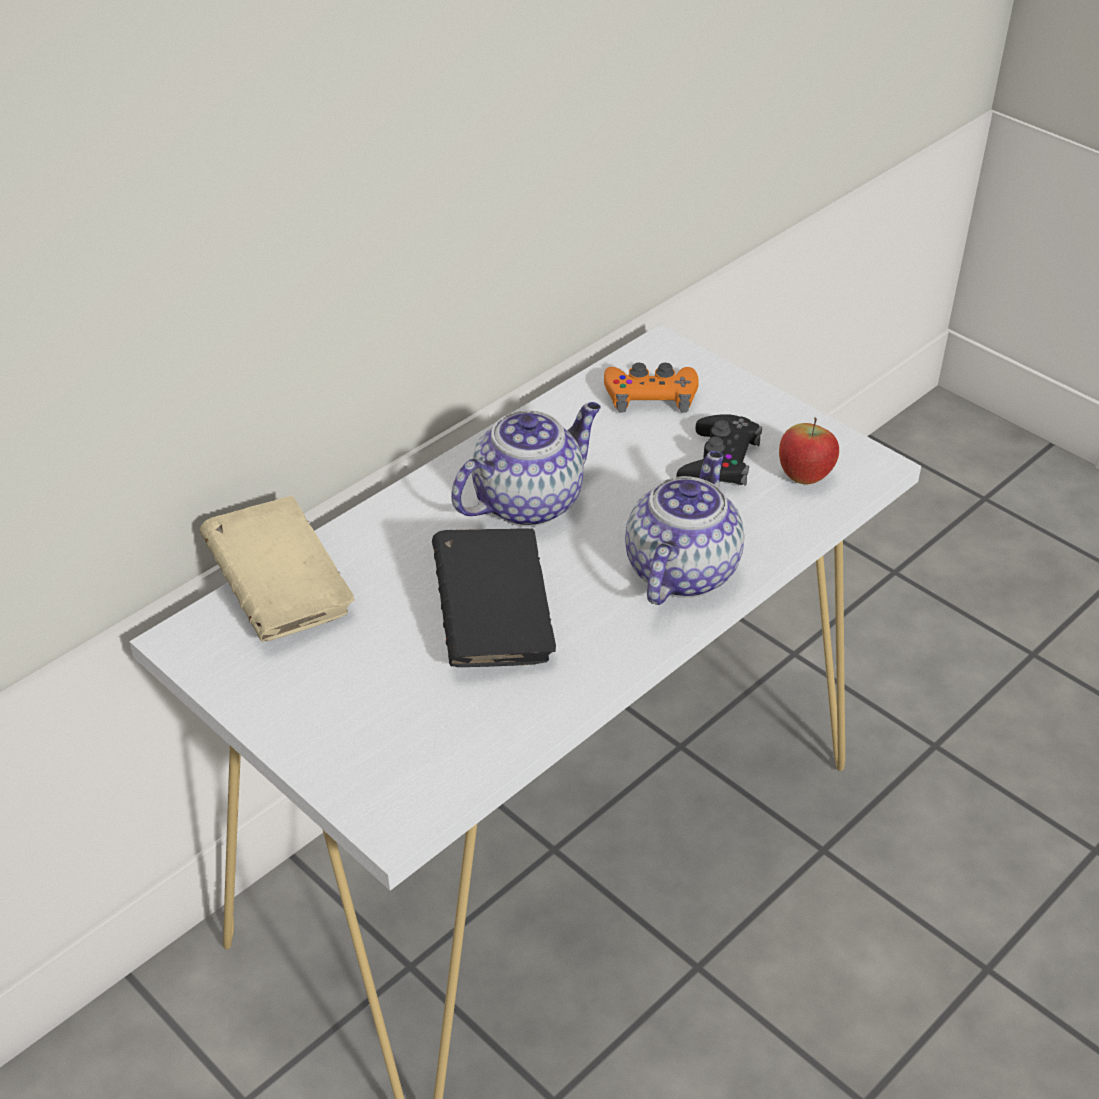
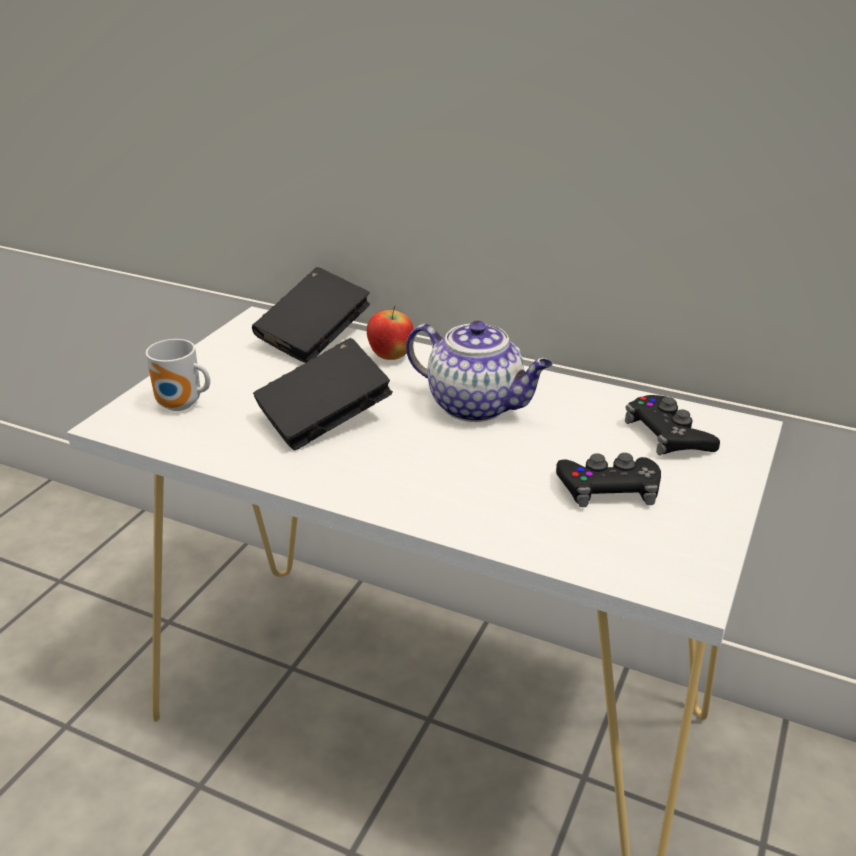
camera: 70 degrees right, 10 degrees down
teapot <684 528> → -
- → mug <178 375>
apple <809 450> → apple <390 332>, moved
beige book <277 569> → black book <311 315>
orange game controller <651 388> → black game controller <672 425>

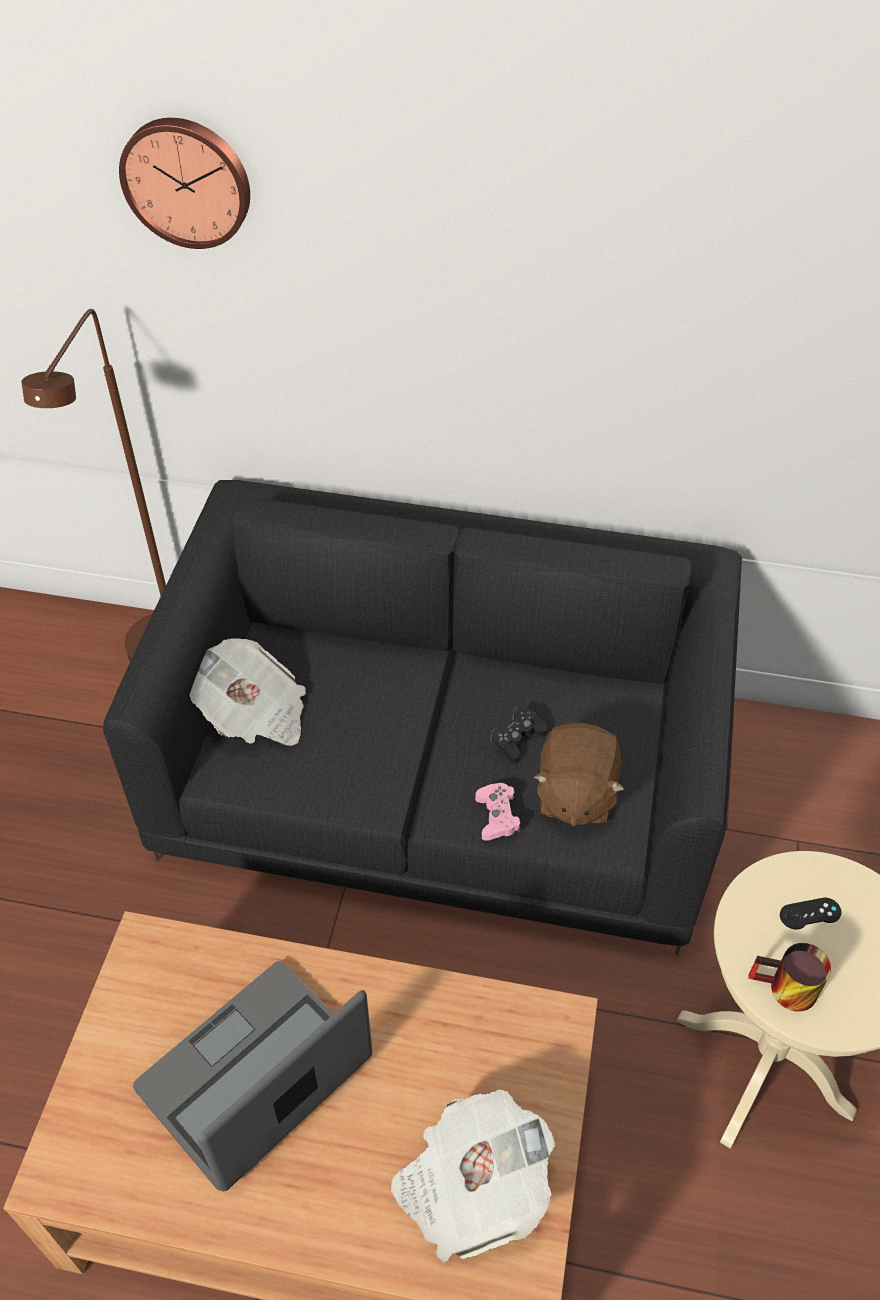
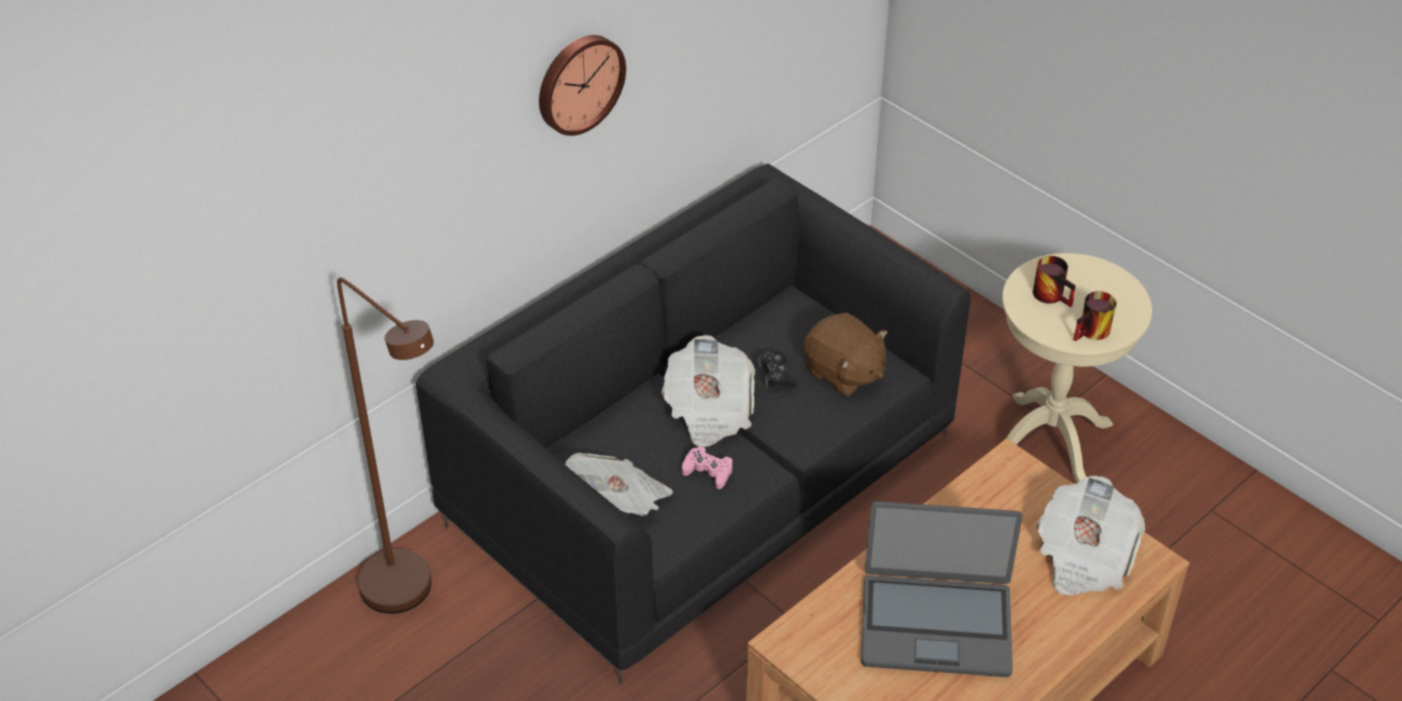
camera: 55 degrees left, 5 degrees down
- → newspaper <708 391>
wall clock <184 183> → wall clock <582 85>, moved
pink game controller <498 812> → pink game controller <707 467>, moved
black game controller <810 914> → mug <1054 281>
laptop <252 1076> → laptop <942 589>, 75 degrees counterclockwise

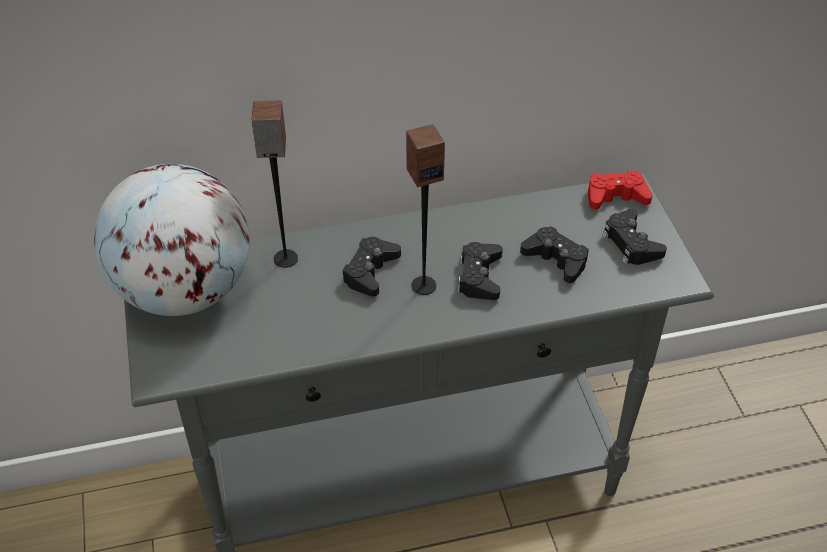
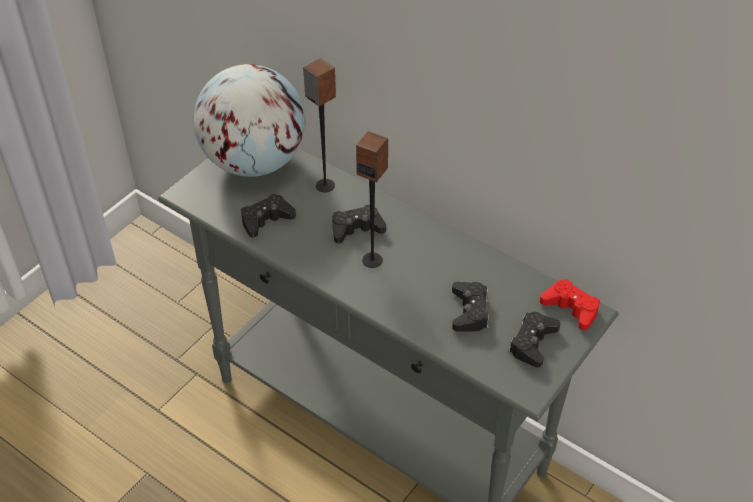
camera: 50 degrees right, 0 degrees up
black game controller <480 271> → black game controller <268 215>, moved

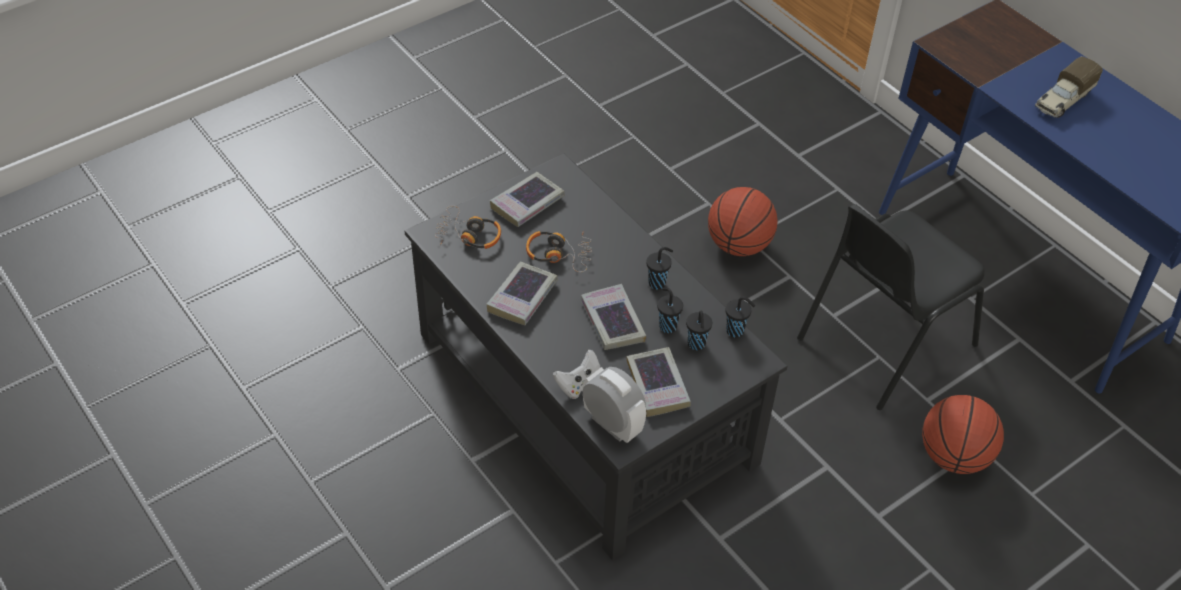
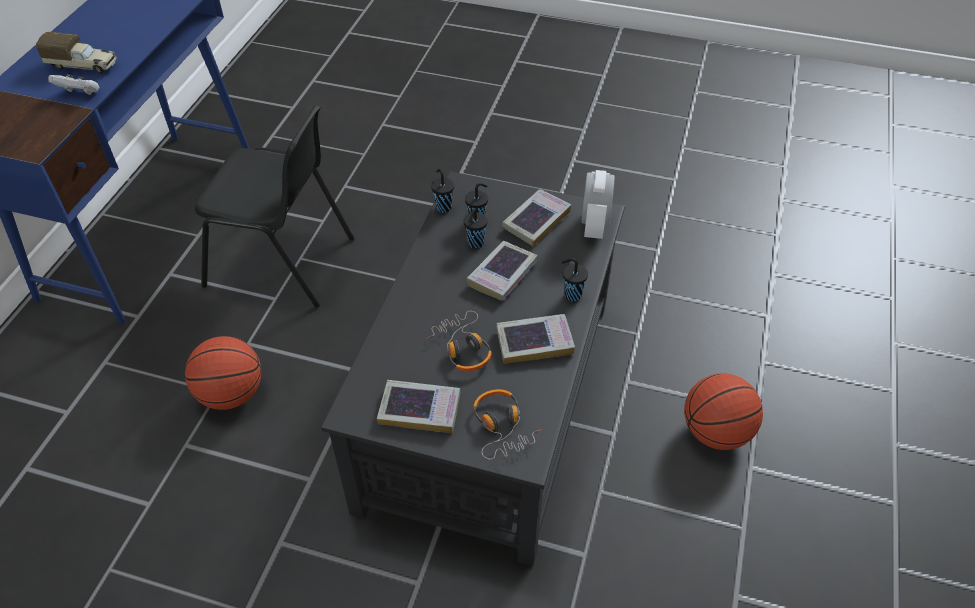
camera: 125 degrees left, 0 degrees up
white game controller <577 374> → white game controller <74 84>, moved
black cup <659 268> → black cup <575 279>, moved
basketball <963 434> → basketball <723 411>, moved

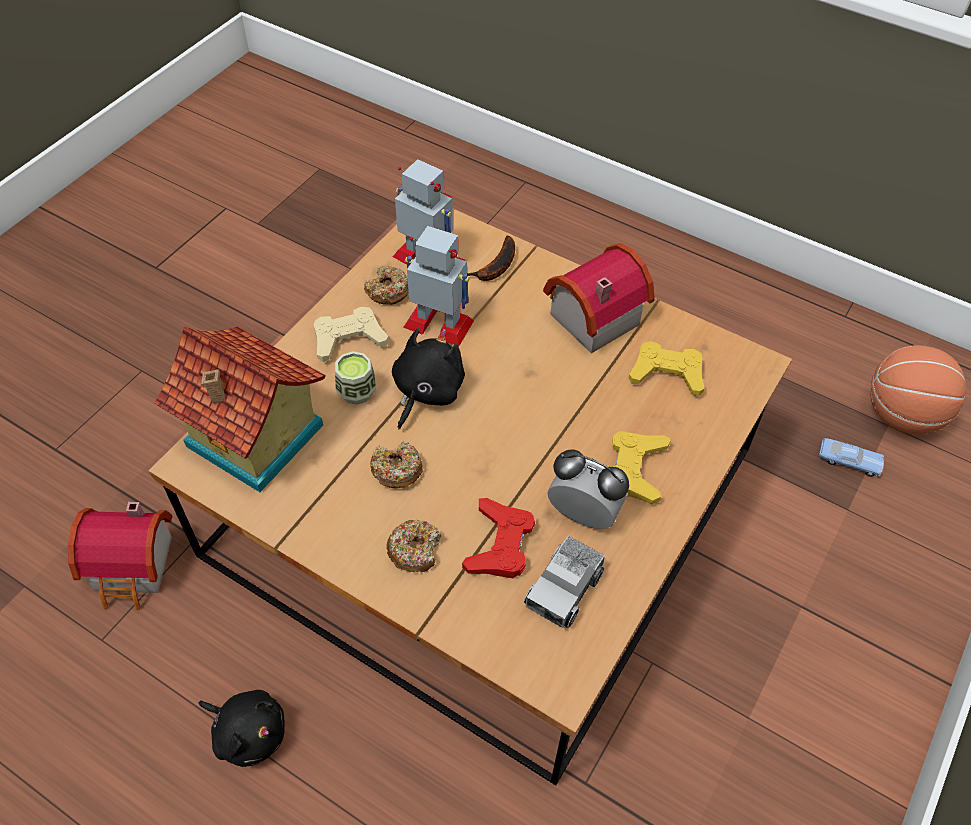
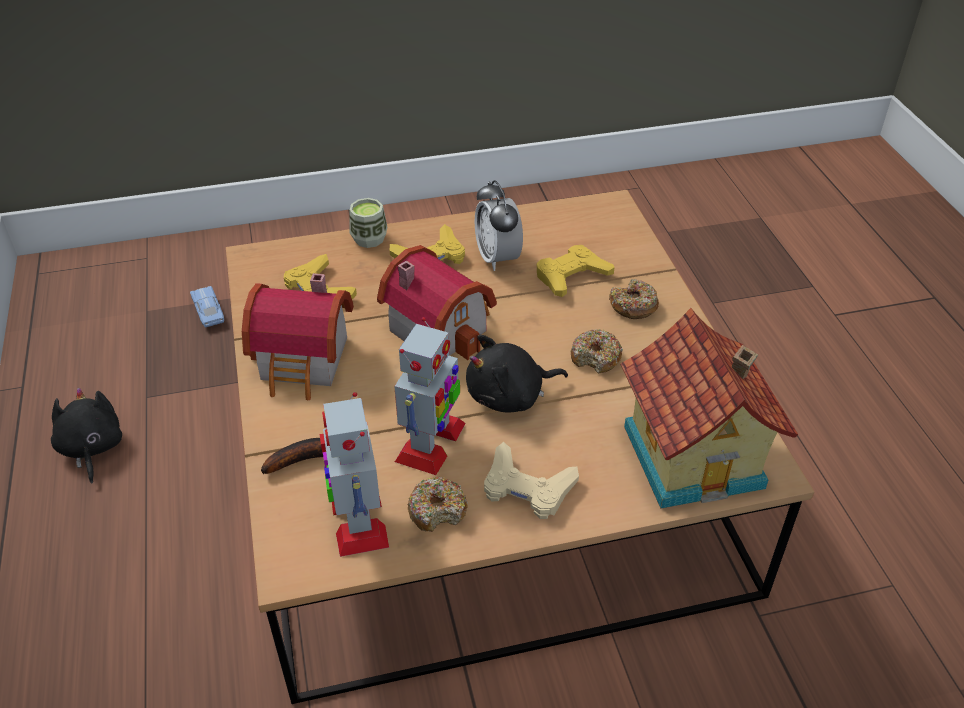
camera: 135 degrees left, 10 degrees down
toy truck <564 582> → -
basketball <918 389> → -
toy house <120 556> → toy house <437 302>, moved
black plush toy <242 728> → black plush toy <86 435>, moved
cup <355 378> → cup <368 223>, moved
red game controller <498 538> → yellow game controller <575 271>
toy robot <438 286> → toy robot <430 396>, 135 degrees counterclockwise

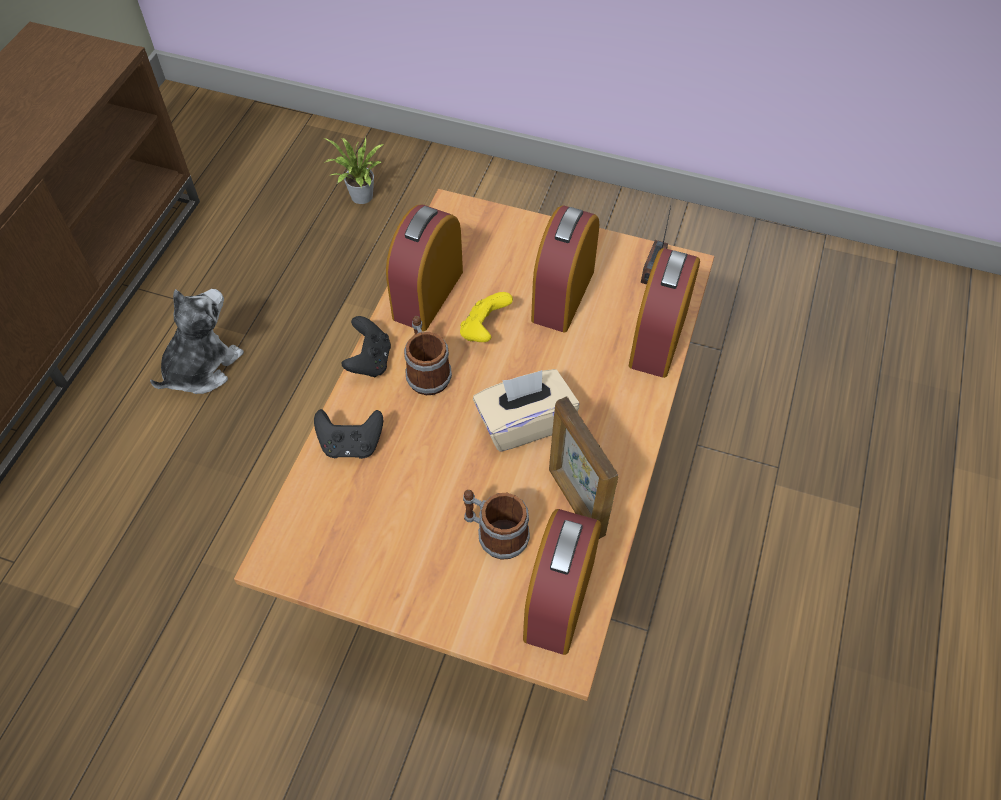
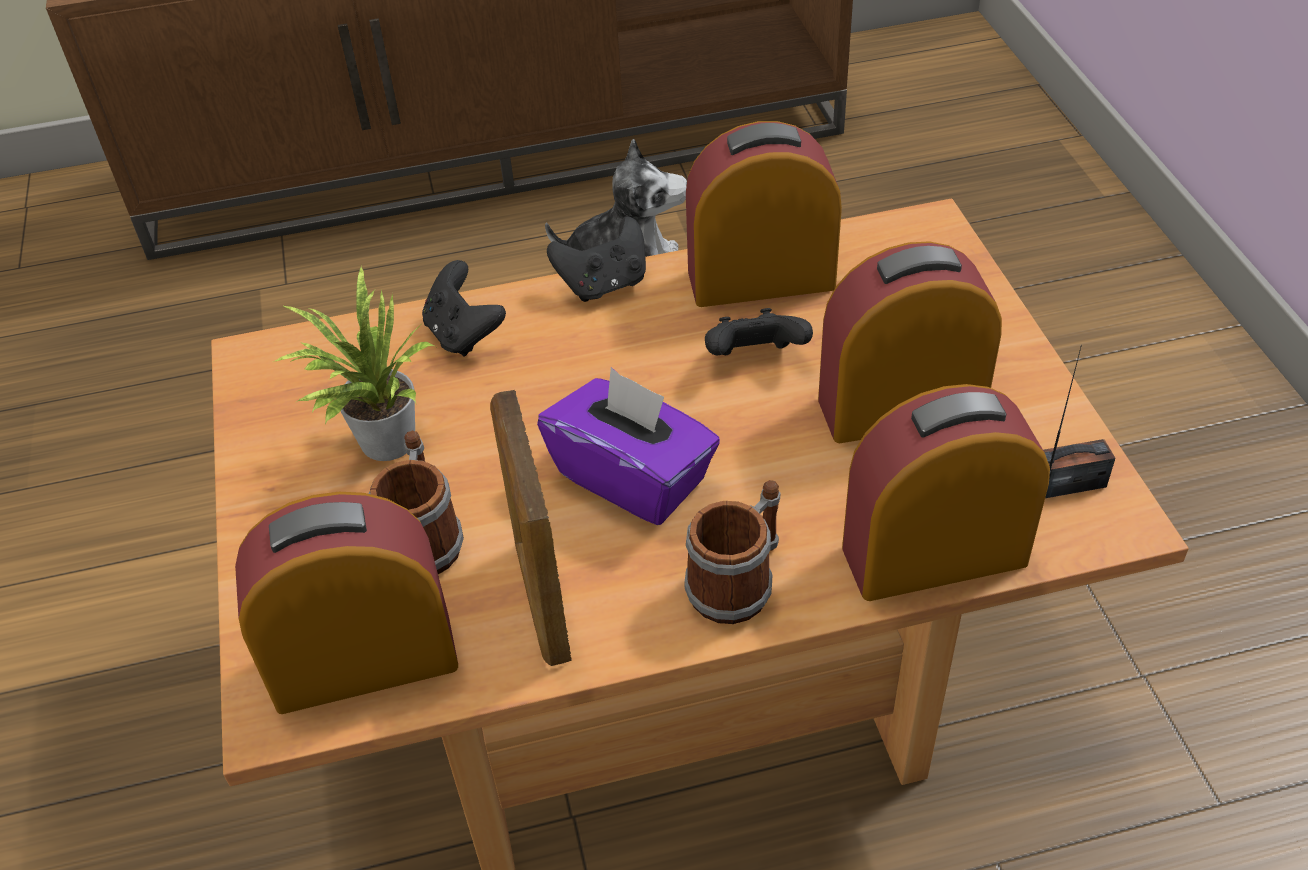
camera: 60 degrees right, 10 degrees down
potted plant <354 170> → potted plant <355 364>, moved
mug <428 355> → mug <732 552>, moved
yellow game controller <486 317> → black game controller <759 332>
beige tissue box <526 410> → purple tissue box <628 446>
picture frame <583 467> → picture frame <531 528>, 45 degrees counterclockwise

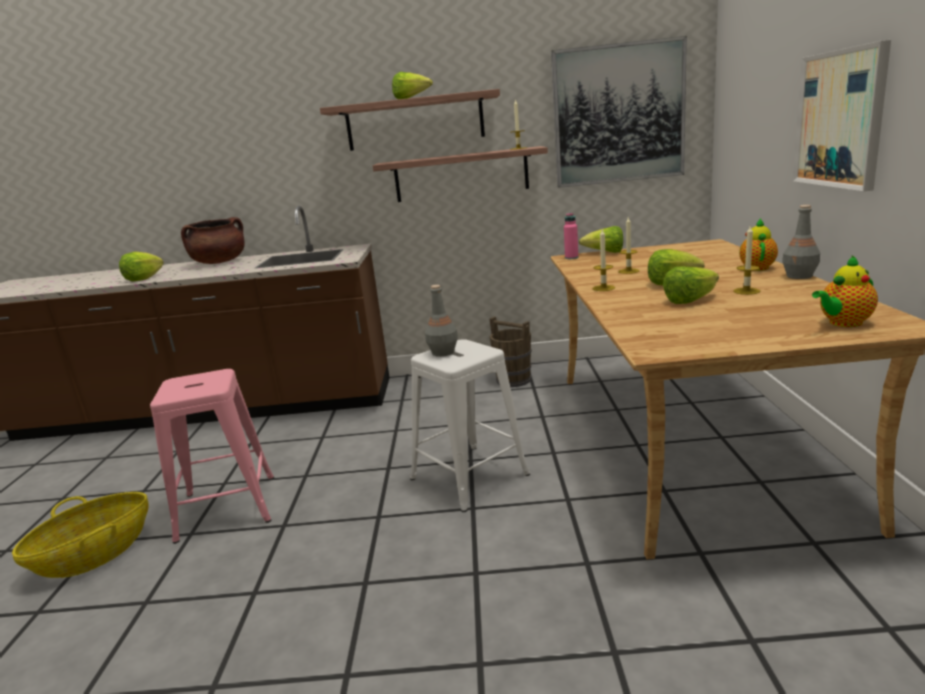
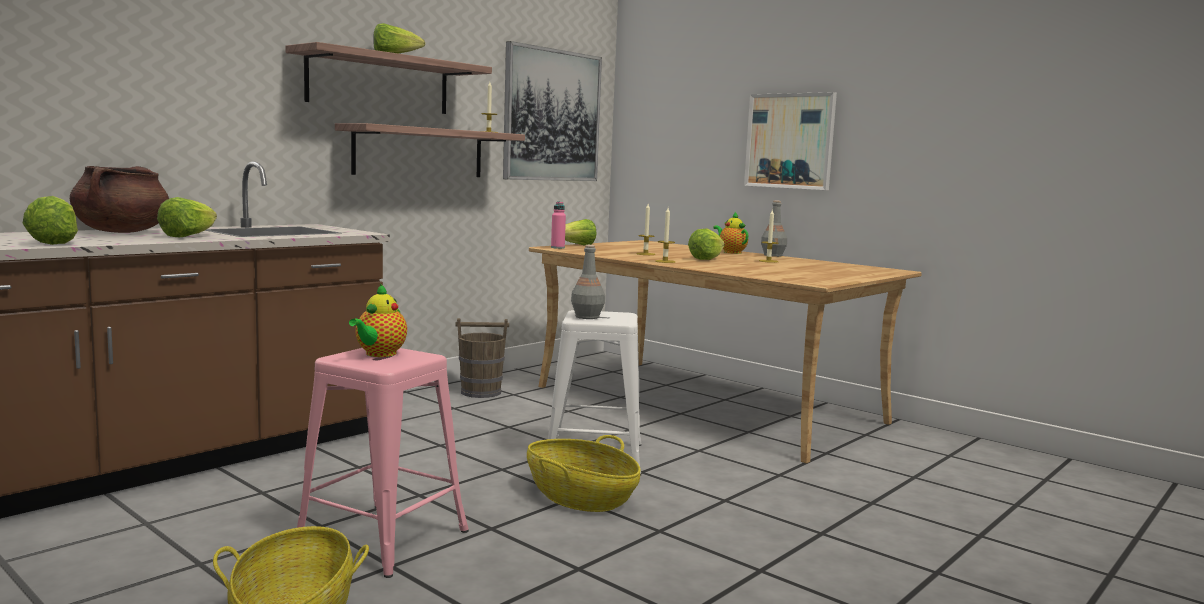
camera: 50 degrees left, 10 degrees down
- → basket <584 473>
lettuce <691 285> → lettuce <187 217>, moved
teapot <845 291> → teapot <378 320>, moved

